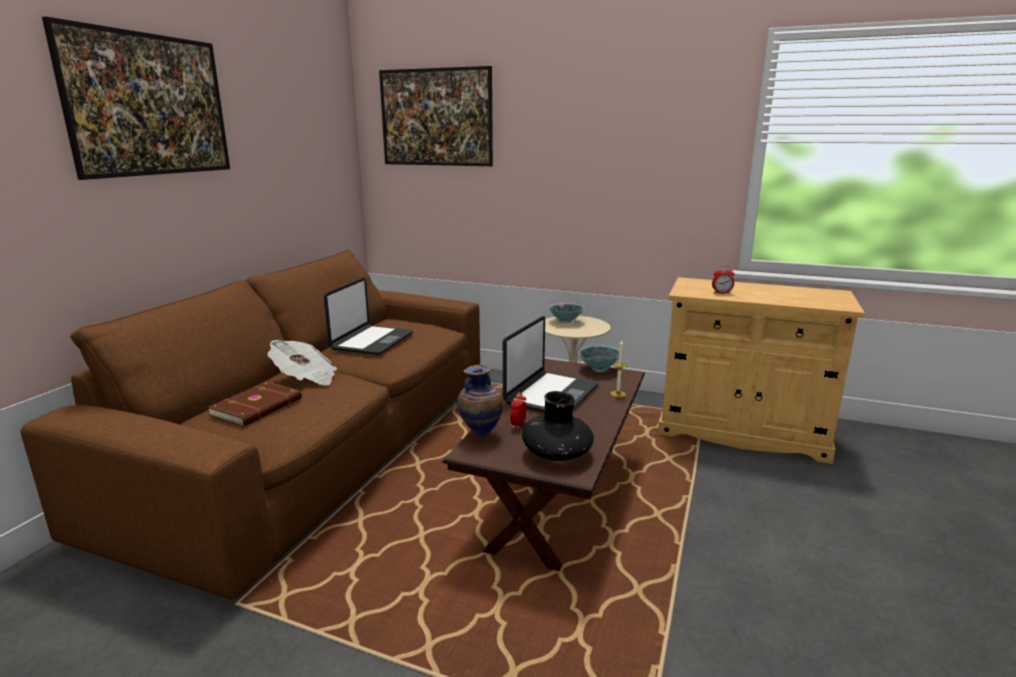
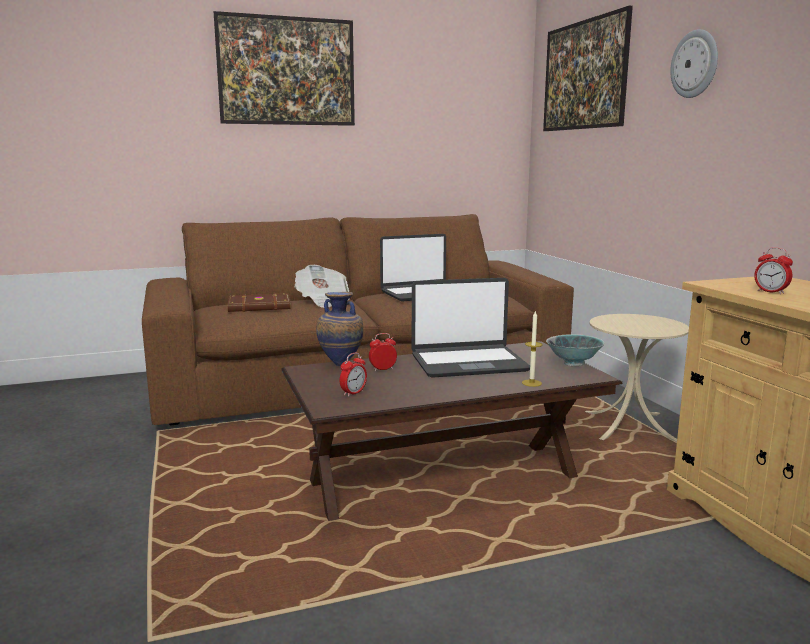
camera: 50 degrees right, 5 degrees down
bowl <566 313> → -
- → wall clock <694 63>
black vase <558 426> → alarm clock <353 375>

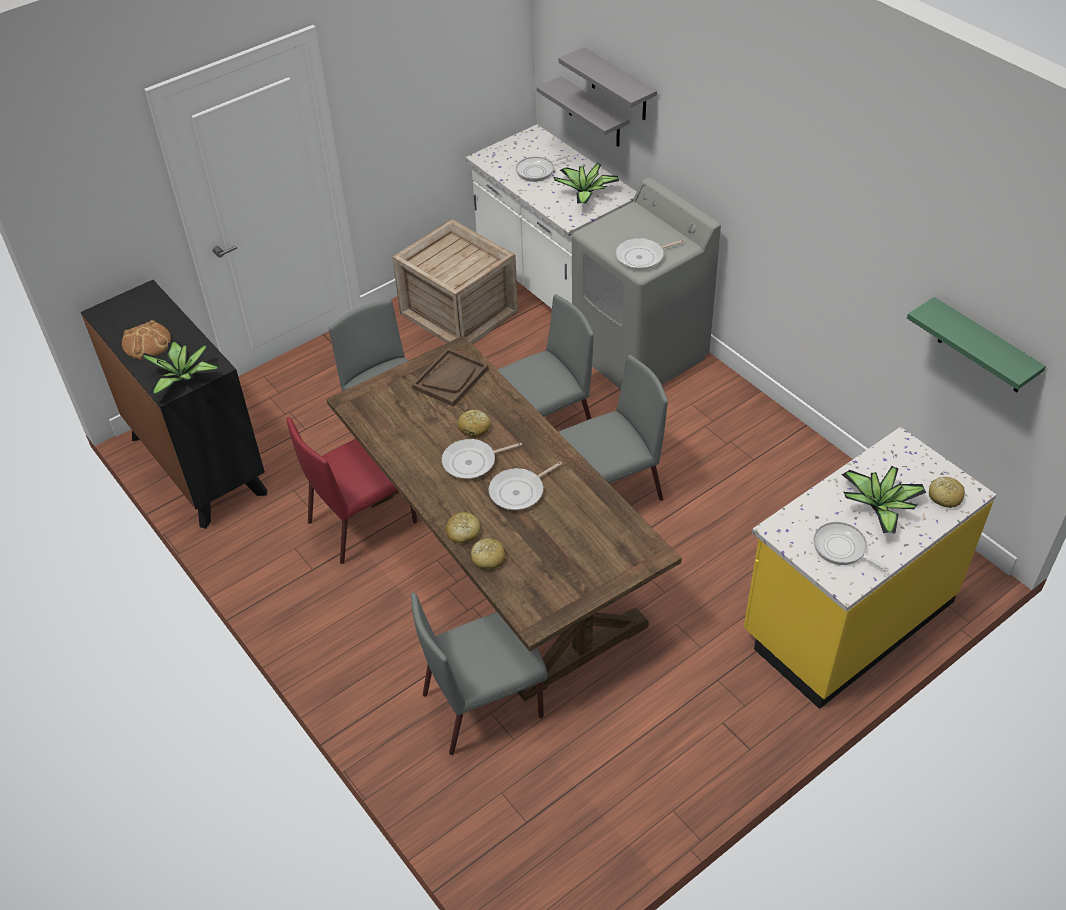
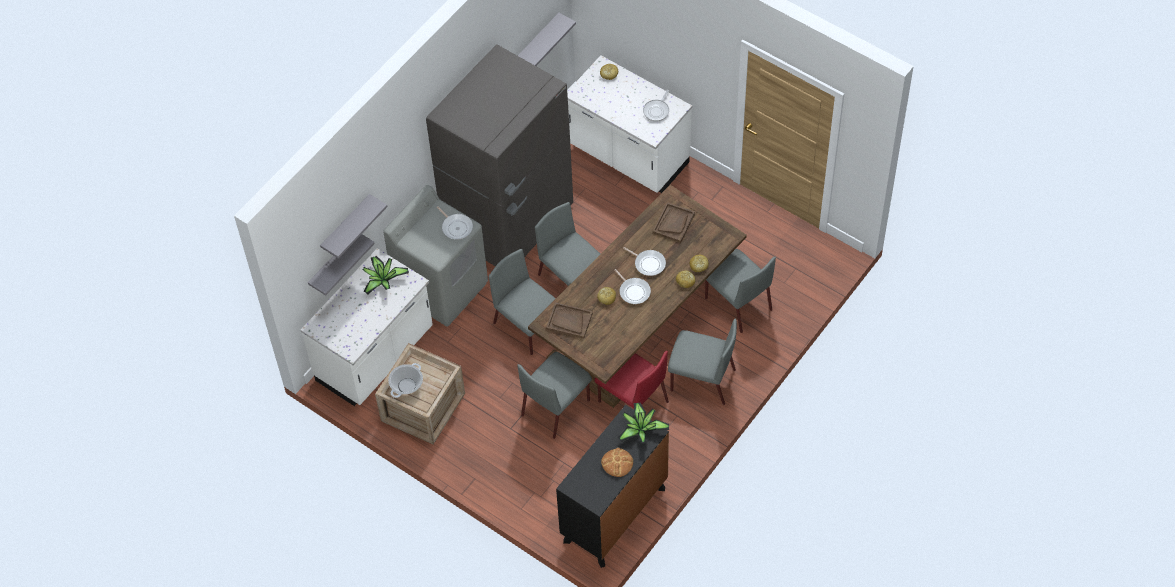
camera: 105 degrees left, 10 degrees up
frying pan <543 168> → -
potted plant <884 499> → -
- → cooking pot <405 380>
- → grey fridge <499 155>
- → brown tray <674 222>
- → grey chair <702 362>
yellow counter <870 568> → white counter <629 124>
green shelf <976 344> → grey shelf <547 39>

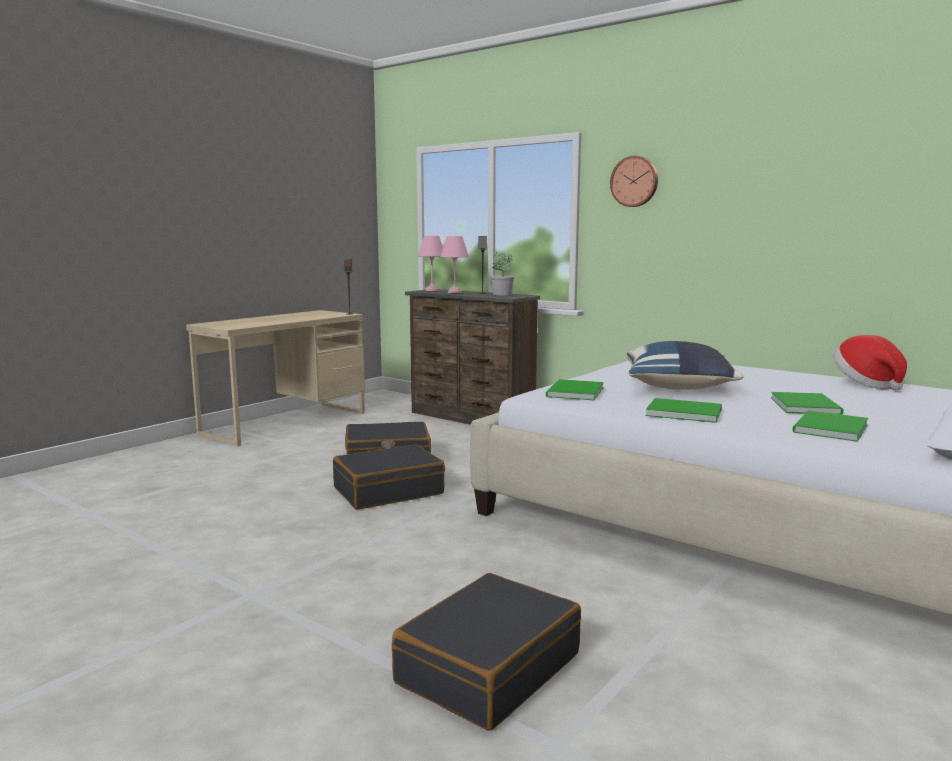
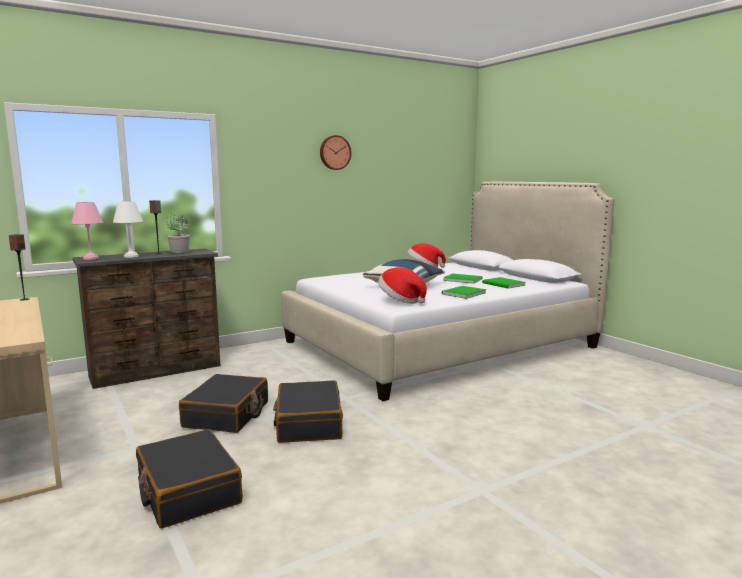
camera: 70 degrees left, 0 degrees up
black suitcase <486 652> → black suitcase <189 478>, moved
wall clock <634 181> → wall clock <335 152>, moved
green book <575 389> → hat <402 285>
pink table lamp <454 264> → white table lamp <128 229>

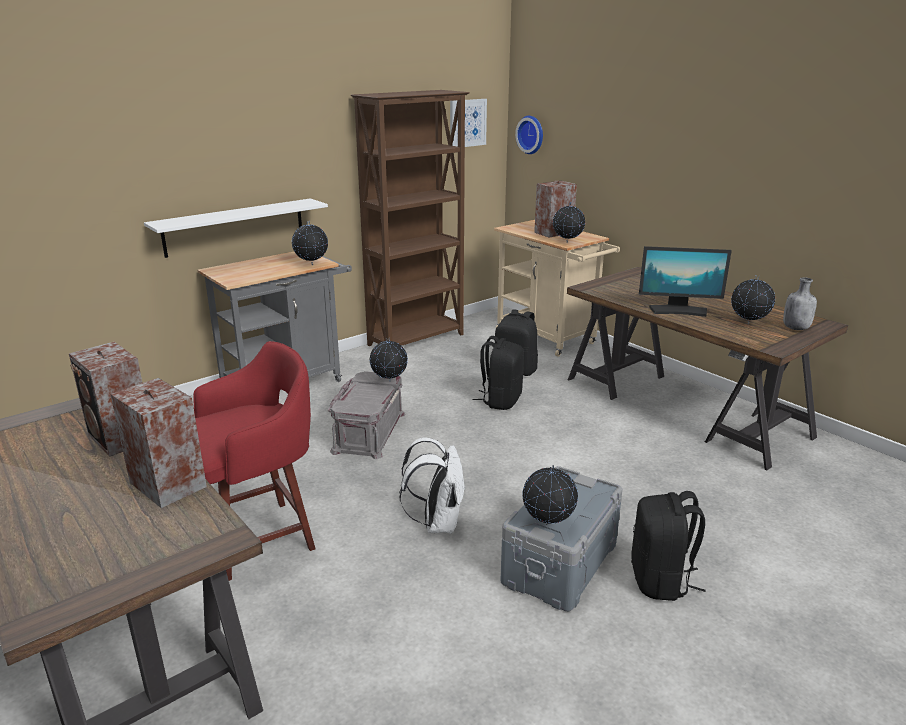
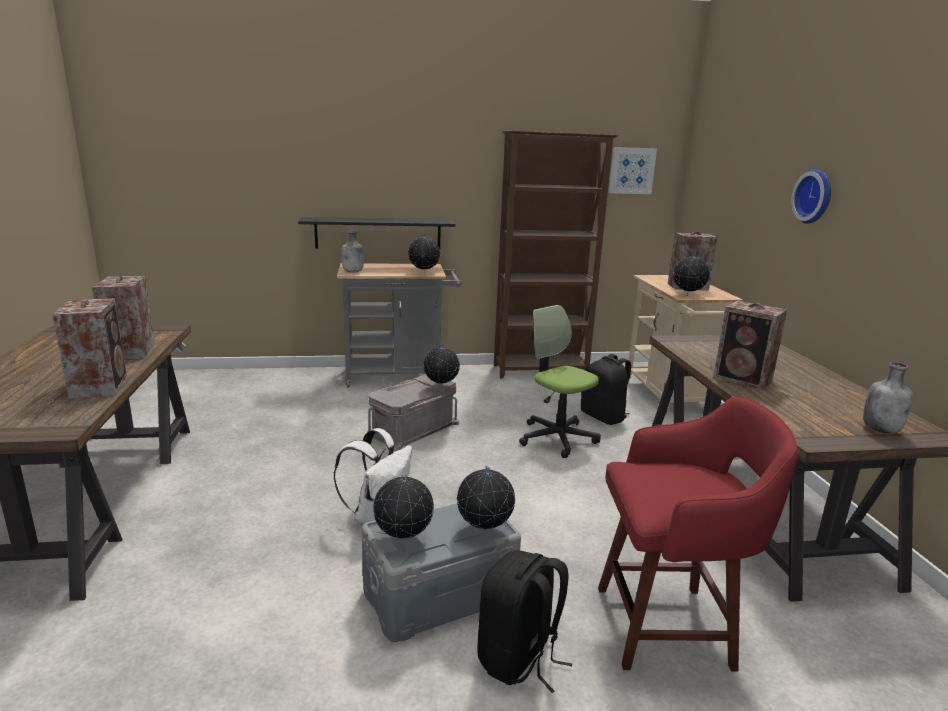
camera: 30 degrees right, 5 degrees down
- → grey bottle <353 252>
red stool <254 461> → red stool <698 533>, moved
wall clock <529 135> → wall clock <811 196>, moved
globe <753 299> → globe <486 498>, moved
black backpack <498 373> → office chair <560 381>
monitor <685 281> → speaker <750 345>
white shelf <236 228> → black shelf <376 233>

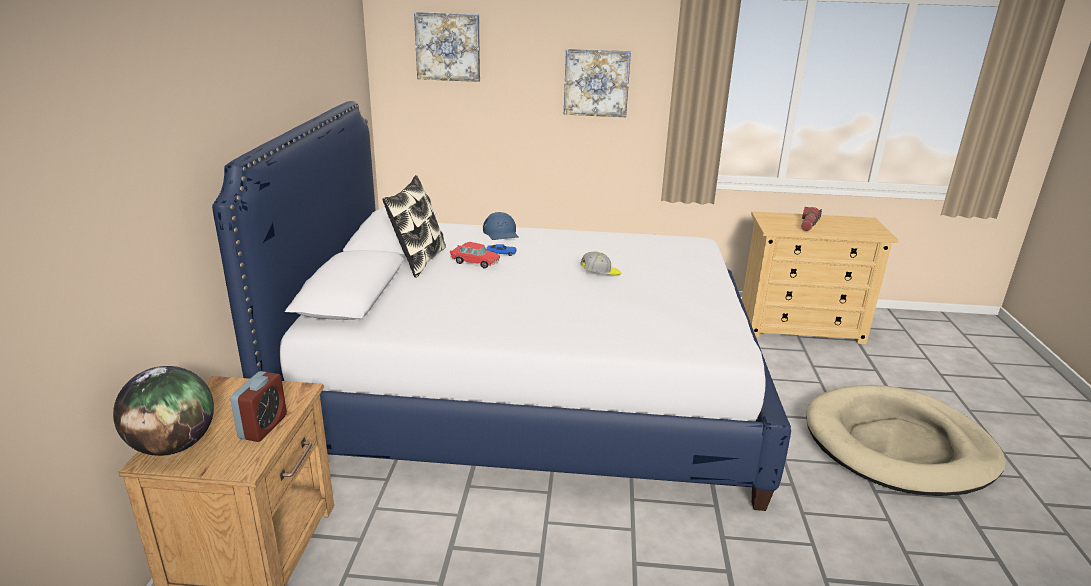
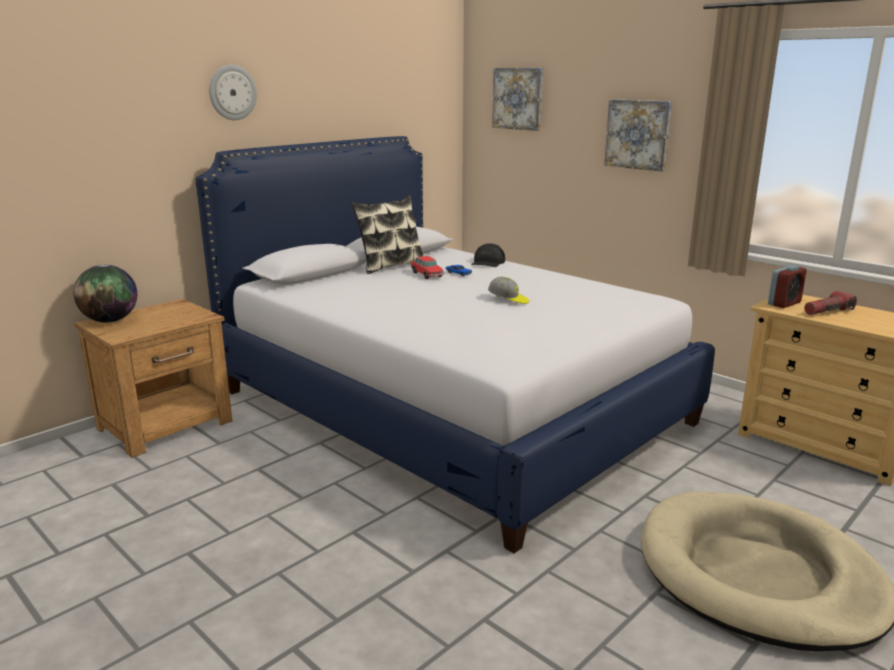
camera: 40 degrees right, 5 degrees down
- → wall clock <233 92>
alarm clock <258 406> → alarm clock <787 286>, moved
blue cap <501 226> → black cap <488 255>

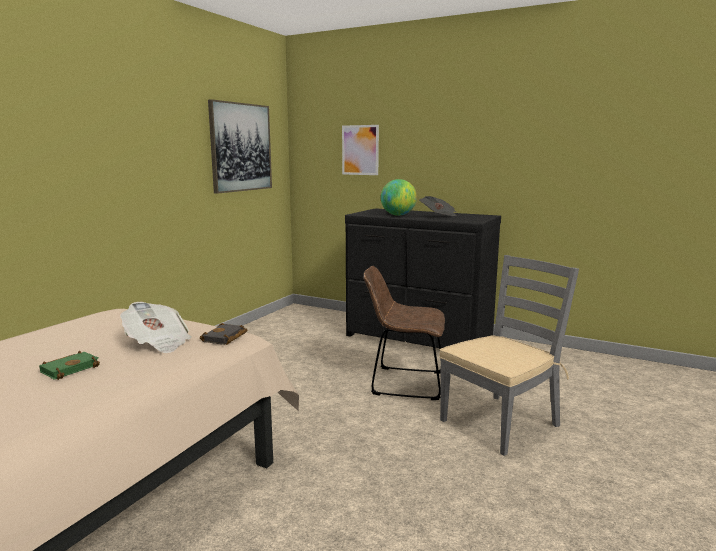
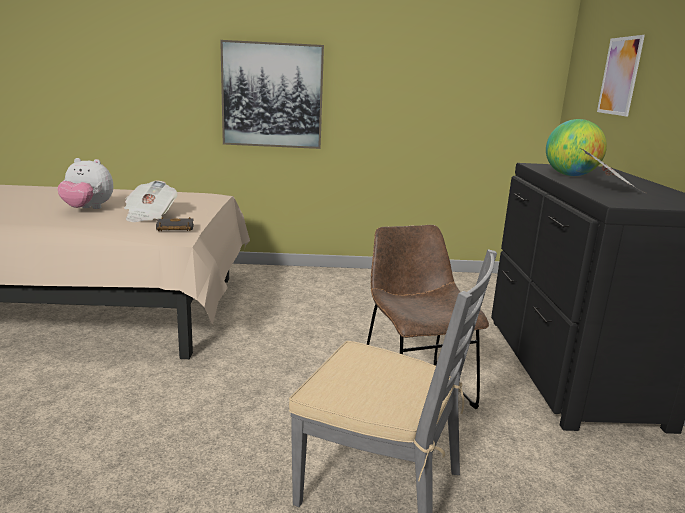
camera: 60 degrees right, 5 degrees up
picture <240 146> → picture <272 94>, moved
green book <69 365> → plush toy <85 183>

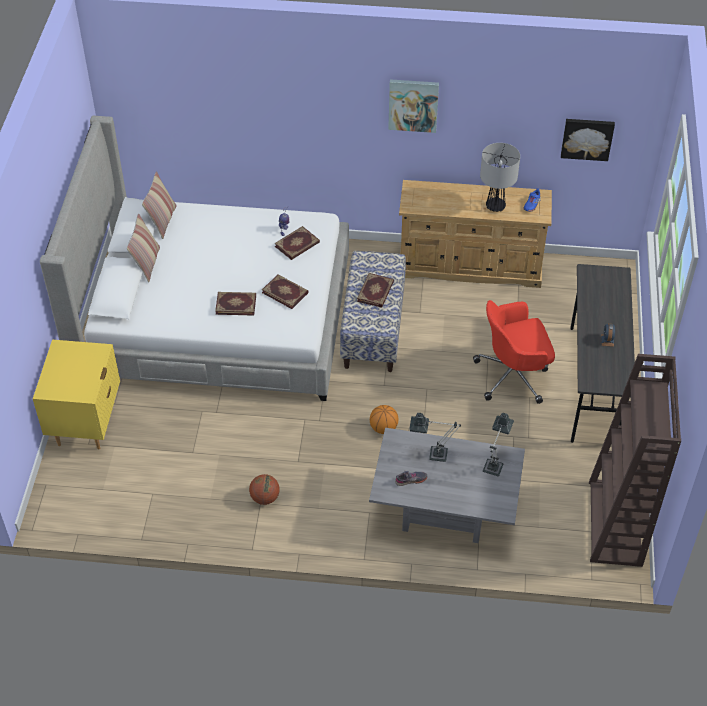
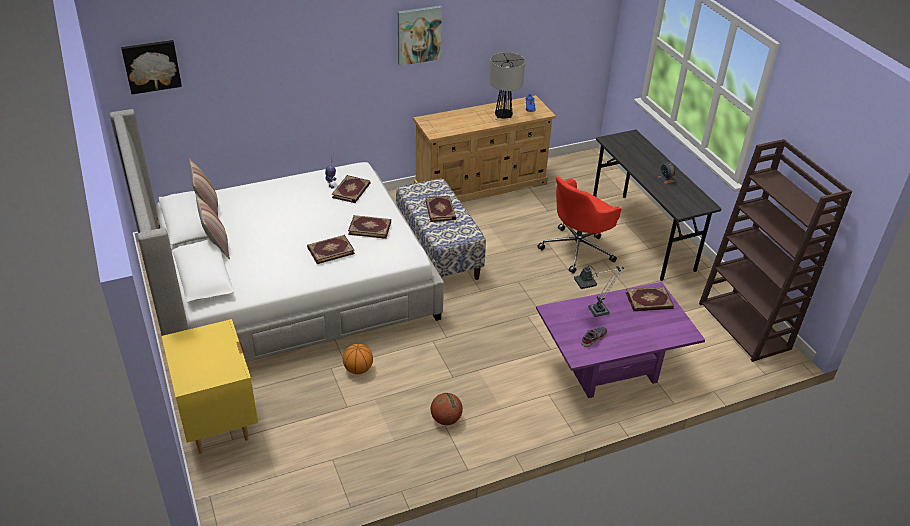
camera: 30 degrees left, 10 degrees down
basketball <384 419> → basketball <358 359>, moved
picture <588 140> → picture <151 67>, moved
table lamp <498 444> → book <650 298>
grey coffee table <447 485> → purple coffee table <620 340>

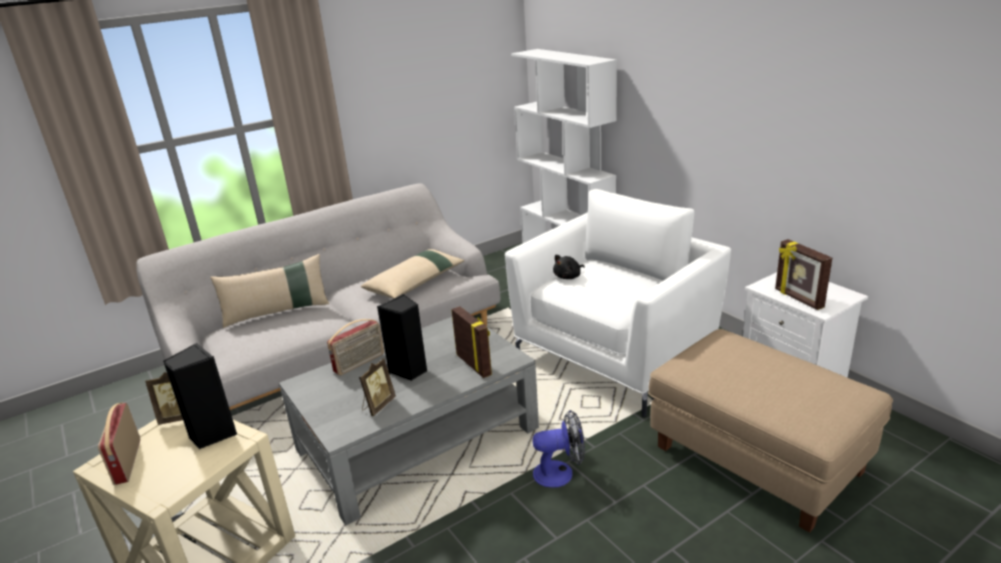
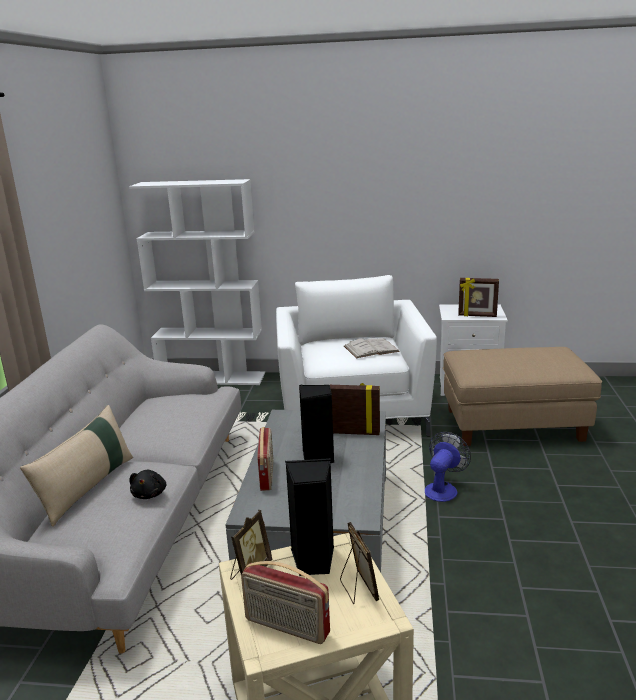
camera: 50 degrees left, 5 degrees down
beige pillow <413 274> → -
- → white book <372 348>
picture frame <377 387> → picture frame <359 563>, moved
black plush toy <569 267> → black plush toy <148 484>, moved

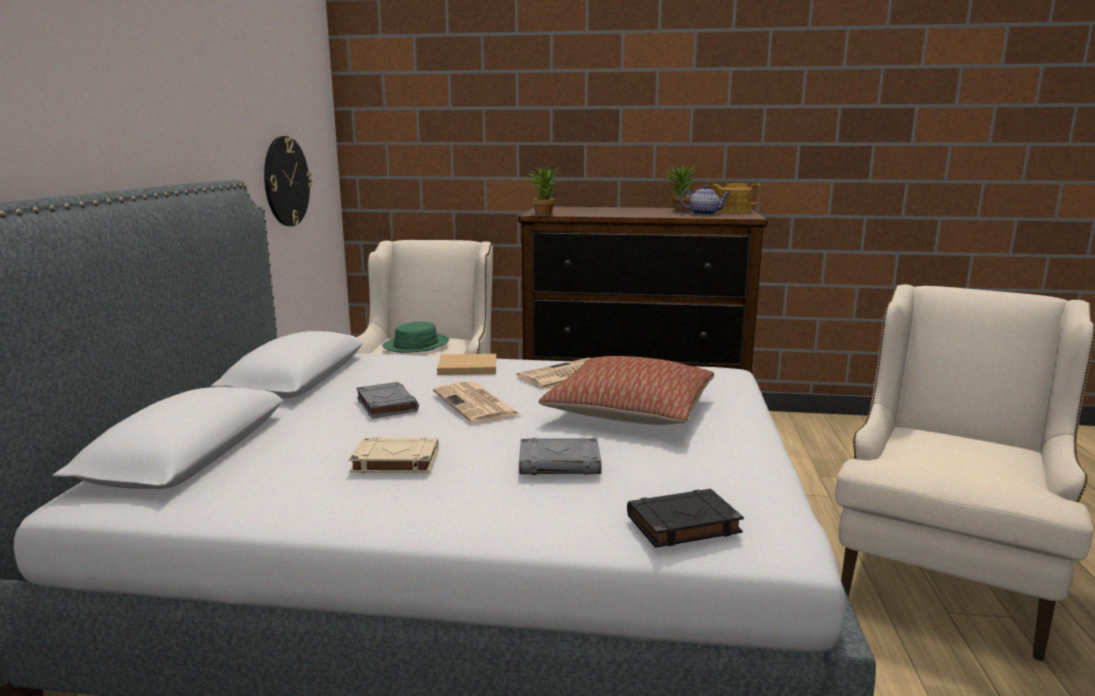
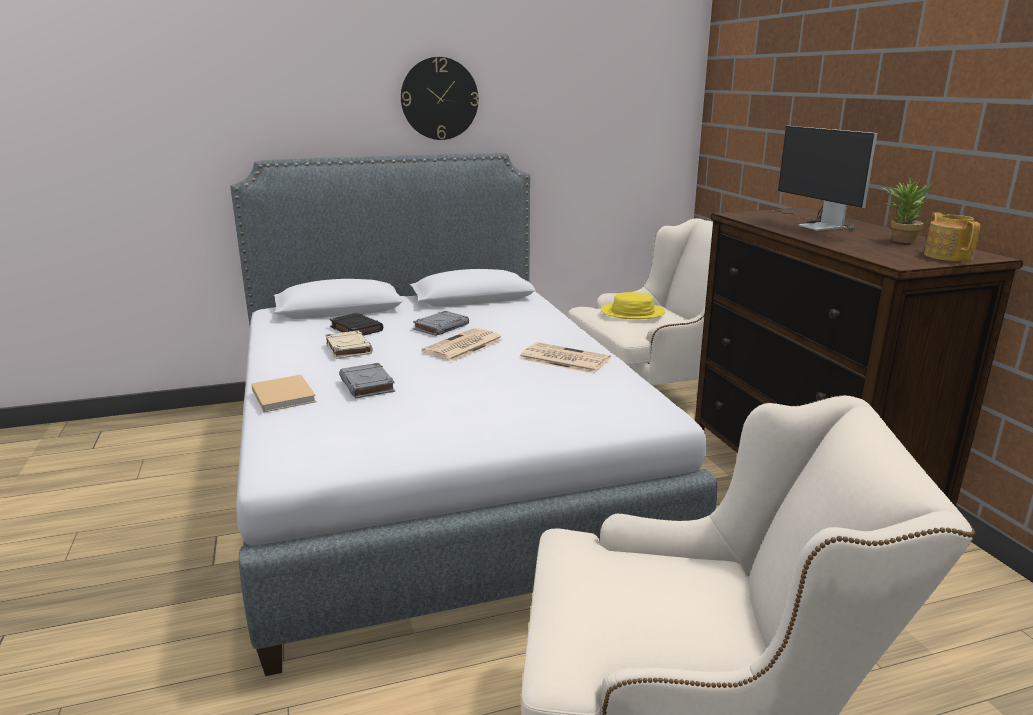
camera: 65 degrees right, 5 degrees up
potted plant <543 190> → -
pillow <626 390> → -
teapot <705 200> → -
- → monitor <828 178>
wall clock <288 181> → wall clock <439 98>, moved
beige book <466 364> → beige book <283 393>, moved
black book <685 518> → black book <356 324>, moved
green hat <415 337> → yellow hat <633 305>

